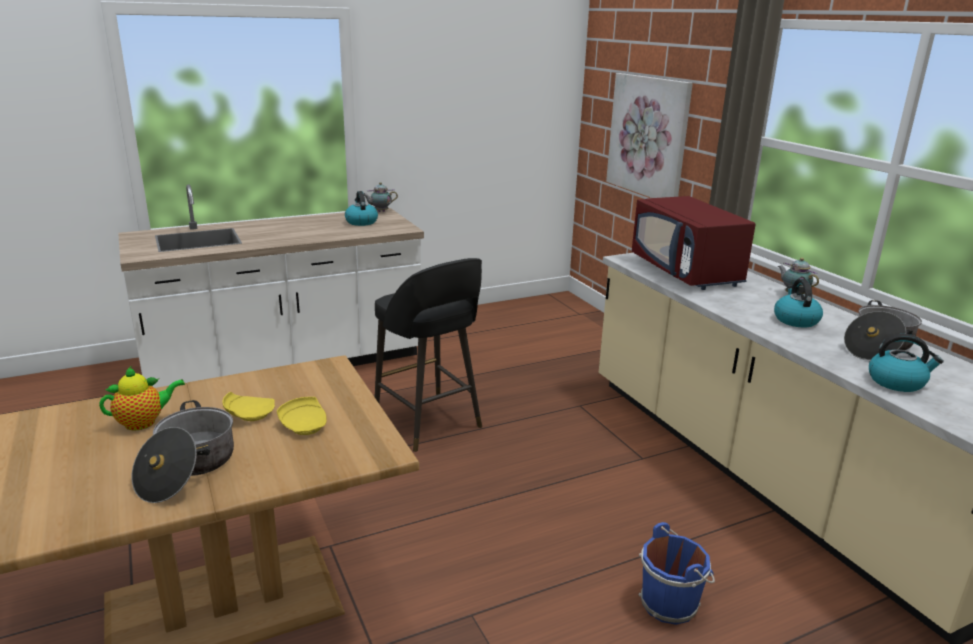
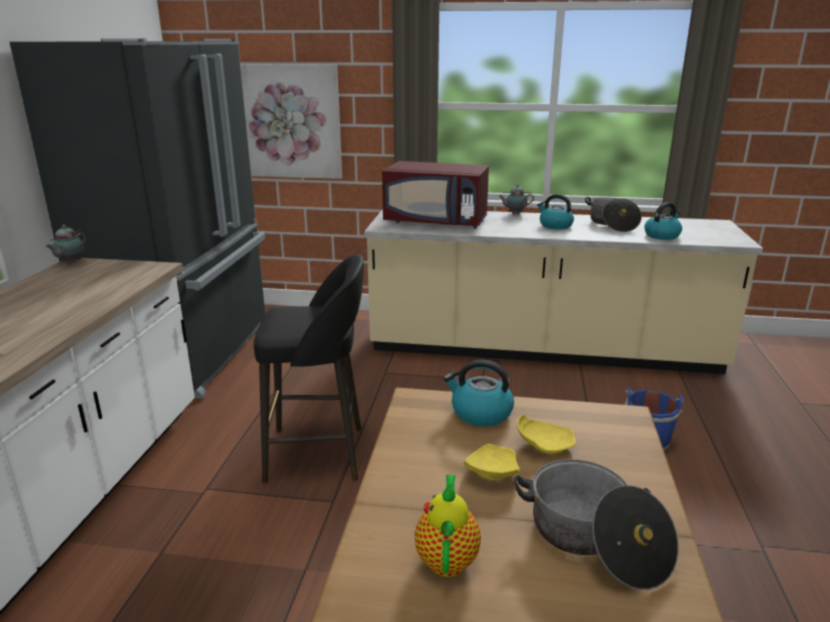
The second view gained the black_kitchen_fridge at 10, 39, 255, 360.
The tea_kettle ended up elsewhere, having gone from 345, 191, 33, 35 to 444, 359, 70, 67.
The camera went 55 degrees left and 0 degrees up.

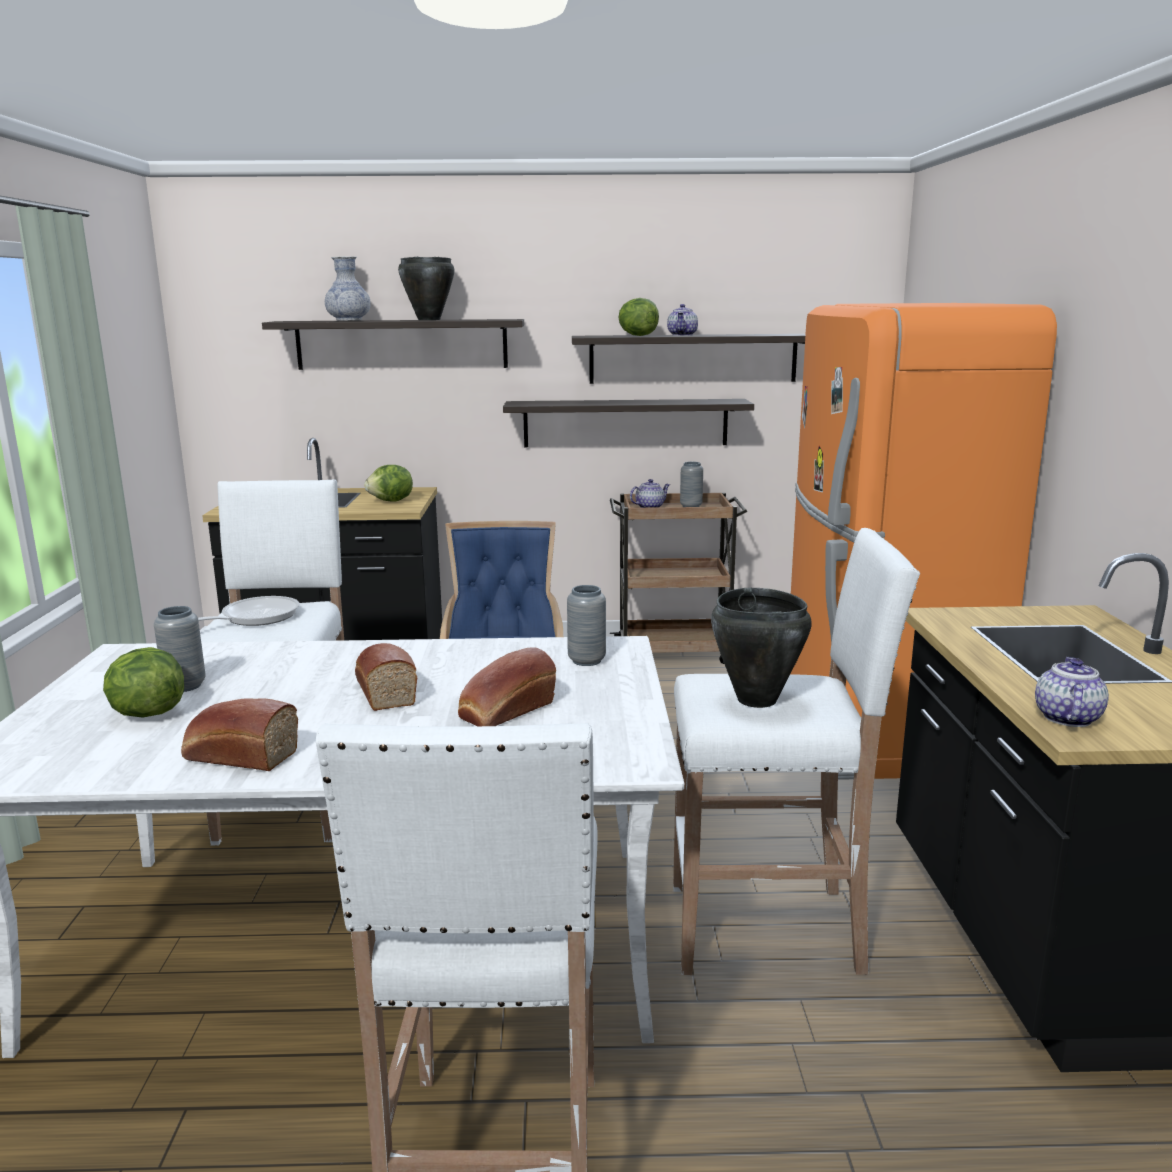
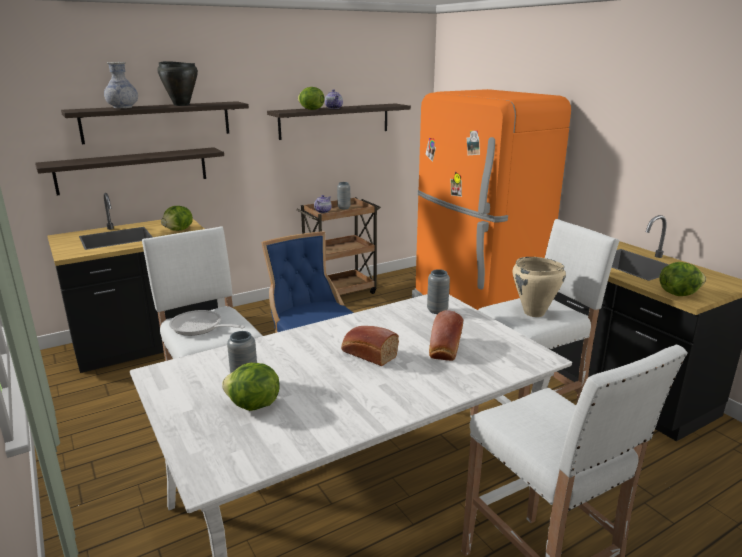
The second view lost the bakery_bread at 181, 698, 117, 73.
The bracket_shelf ended up elsewhere, having gone from 503, 399, 251, 48 to 35, 147, 189, 48.
Where the teapot stood at 1035, 657, 74, 70, the lettuce_head came to stand at 659, 262, 47, 34.
What was the black_stockpot at 711, 588, 101, 120 turned into the beige-coloured_stockpot at 512, 257, 54, 60.
The skillet at 198, 596, 102, 30 ended up facing another way, 75 degrees counterclockwise from before.
The camera went 30 degrees left and 5 degrees up.

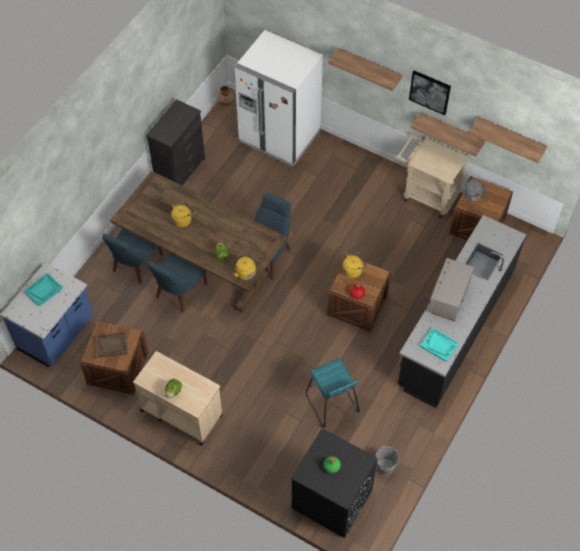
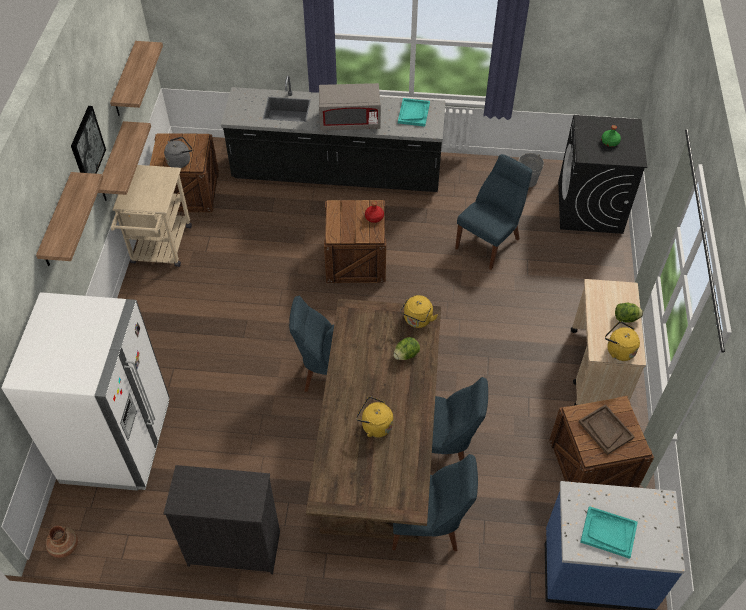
The yellow_tea_kettle ended up elsewhere, having gone from 342, 252, 25, 26 to 605, 321, 35, 40.
Where the turquoise-coloured_stool stood at 306, 358, 54, 70, the bluish_upright_chair came to stand at 455, 154, 77, 116.
The camera went 115 degrees left and 5 degrees down.

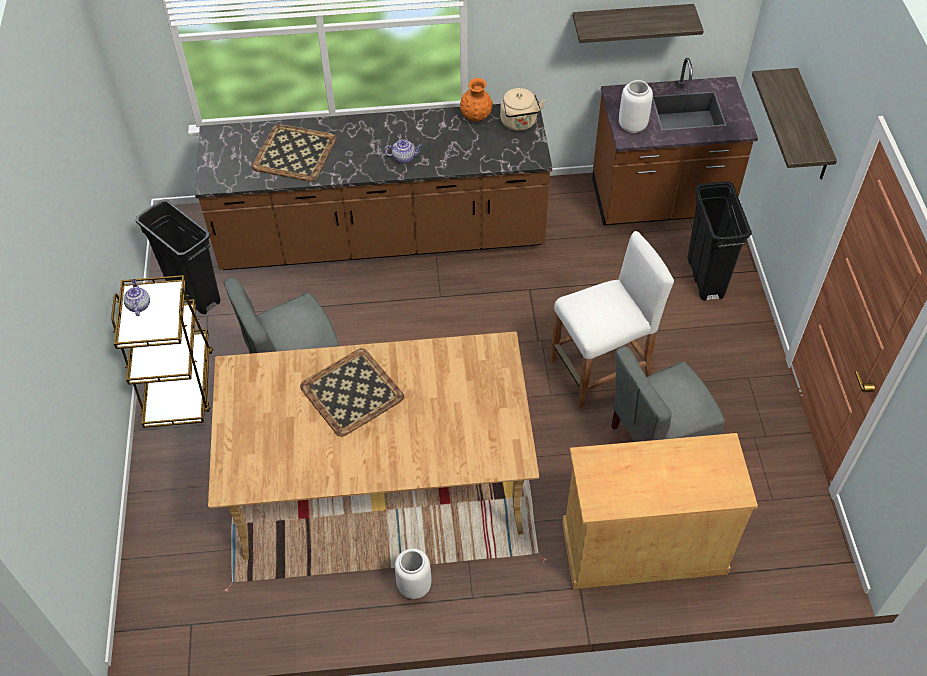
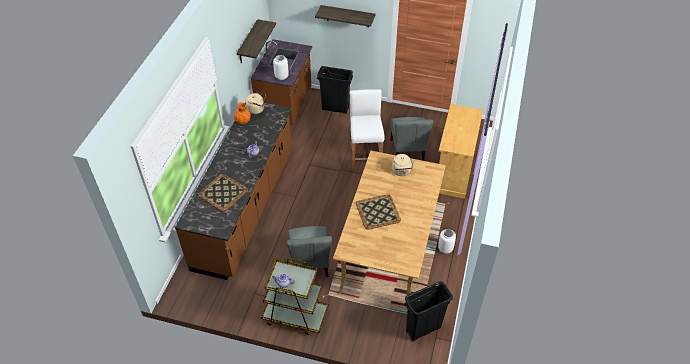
The second view gained the beige-coloured_tea_kettle at 392, 154, 24, 22.
The black_waste_bin ended up elsewhere, having gone from 135, 199, 85, 115 to 404, 281, 49, 60.
The camera went 70 degrees left and 5 degrees down.

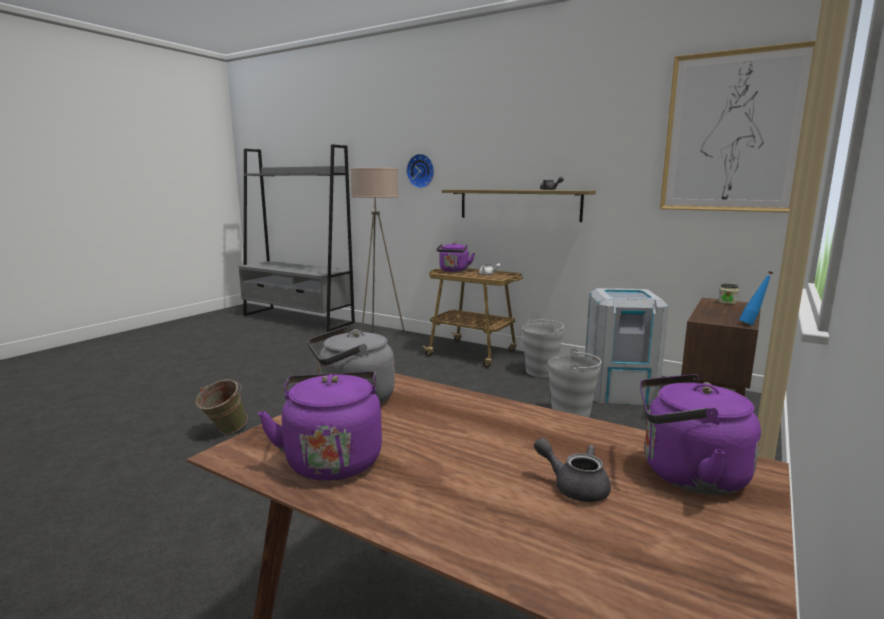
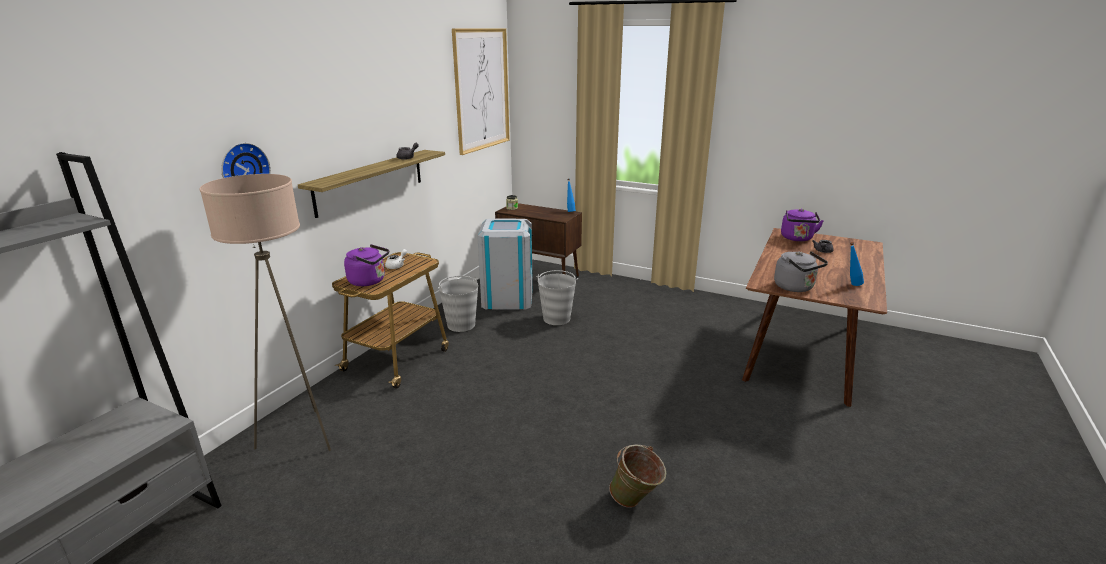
Where the purple_tea_kettle stood at 258, 371, 124, 110, the bluish_drink_bottle came to stand at 850, 242, 14, 44.
The camera went 95 degrees left and 10 degrees up.

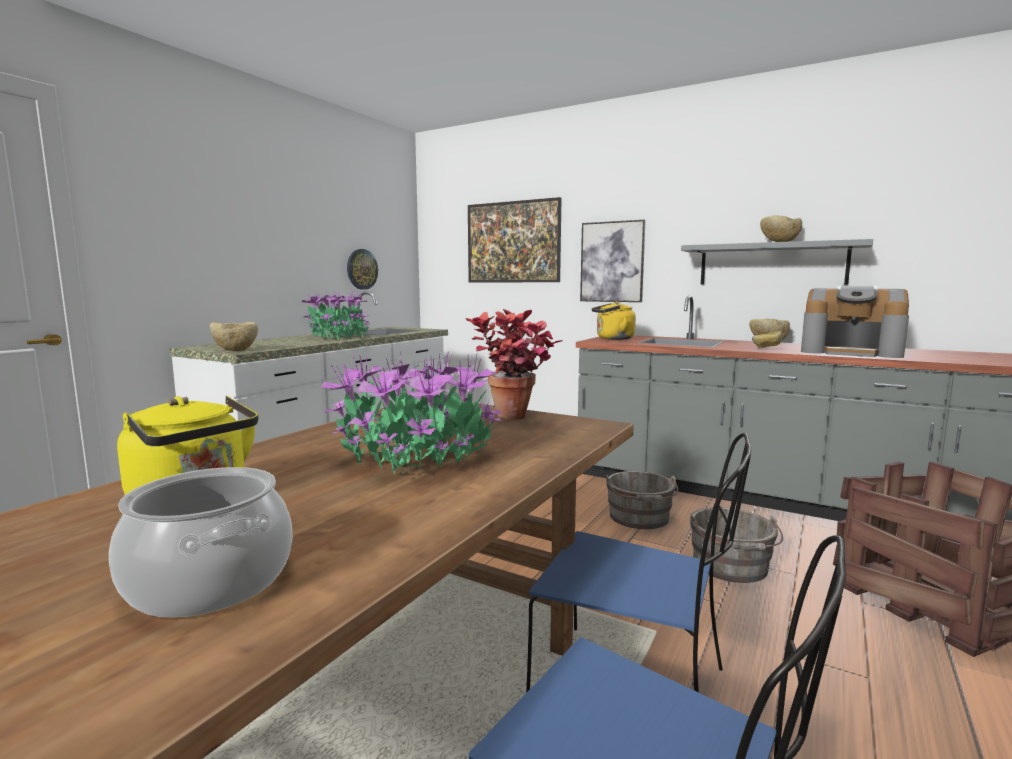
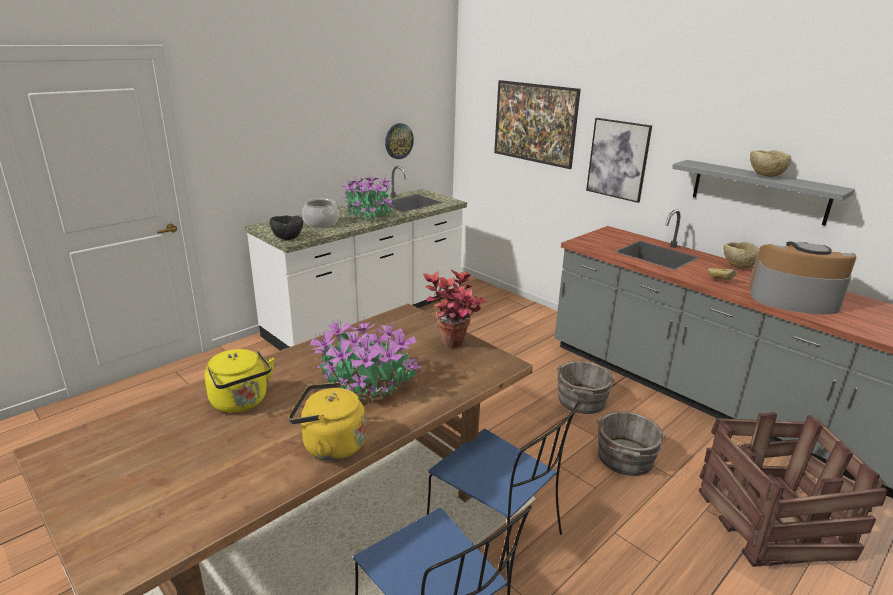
The stockpot ended up elsewhere, having gone from 109, 467, 183, 151 to 302, 198, 37, 30.
The yellow_tea_kettle ended up elsewhere, having gone from 592, 302, 44, 38 to 289, 382, 77, 79.
What was the beige-coloured_bowl at 210, 322, 48, 29 turned into the black_bowl at 270, 215, 33, 25.
The coffee_brewer at 801, 286, 108, 72 ended up facing another way, 150 degrees clockwise from before.
The camera went 15 degrees right and 15 degrees up.

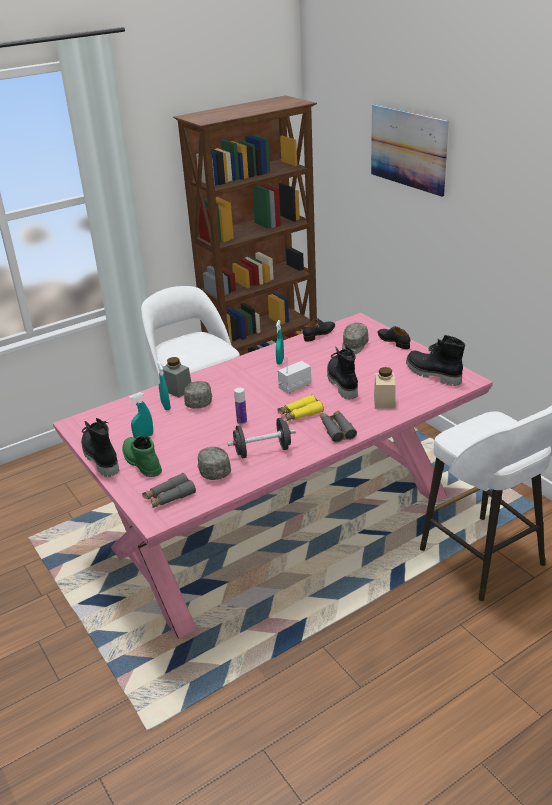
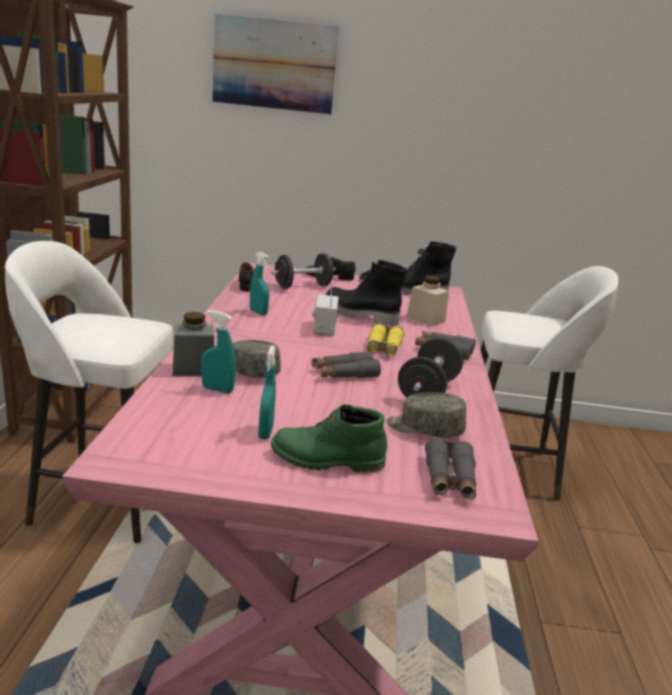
The second view lost the black_tall_boot at 81, 418, 38, 59.
Where the drink_bottle stood at 234, 388, 13, 36, the grey_pair_of_binoculars came to stand at 312, 351, 69, 27.
Where the grey_peaked_cap stood at 342, 323, 27, 31, the black_hand_weight came to stand at 271, 253, 65, 36.
The camera went 55 degrees left and 10 degrees down.

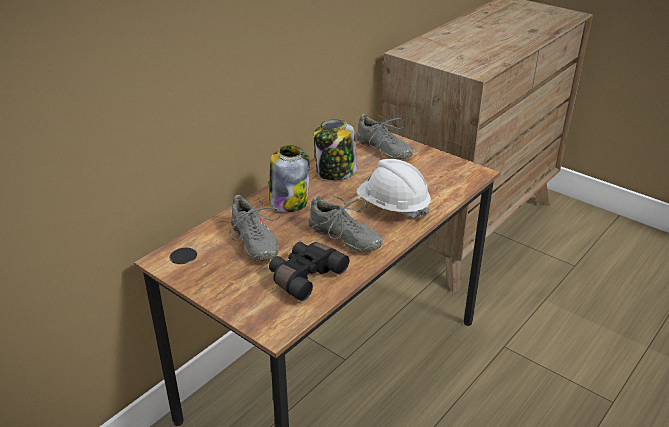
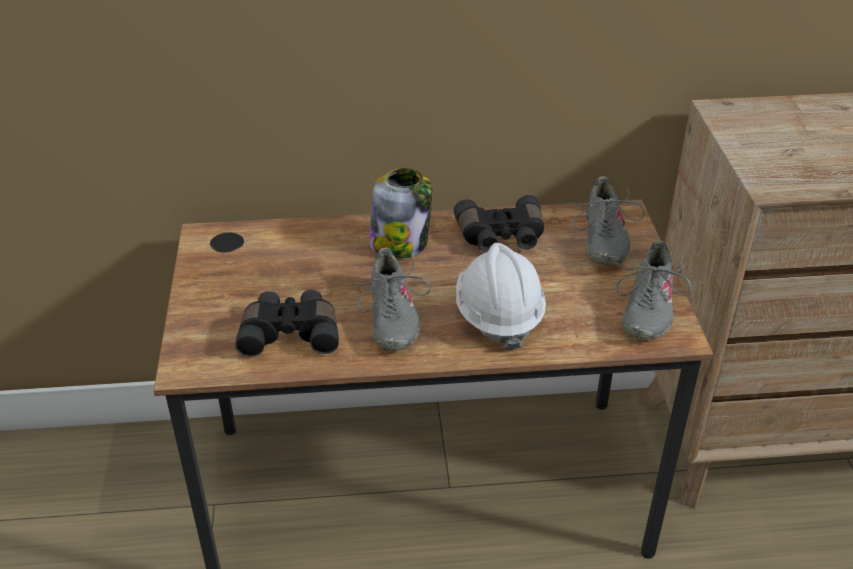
The grey_item_of_footwear ended up elsewhere, having gone from 218, 195, 63, 66 to 615, 241, 77, 99.
Where the preserve_jar stood at 314, 119, 43, 61, the black_pair_of_binoculars came to stand at 454, 195, 90, 58.
The camera went 45 degrees right and 5 degrees up.

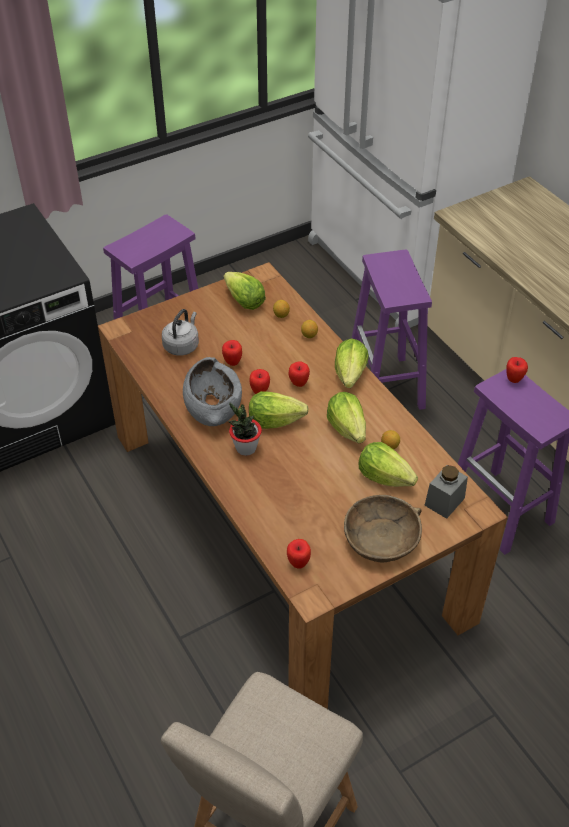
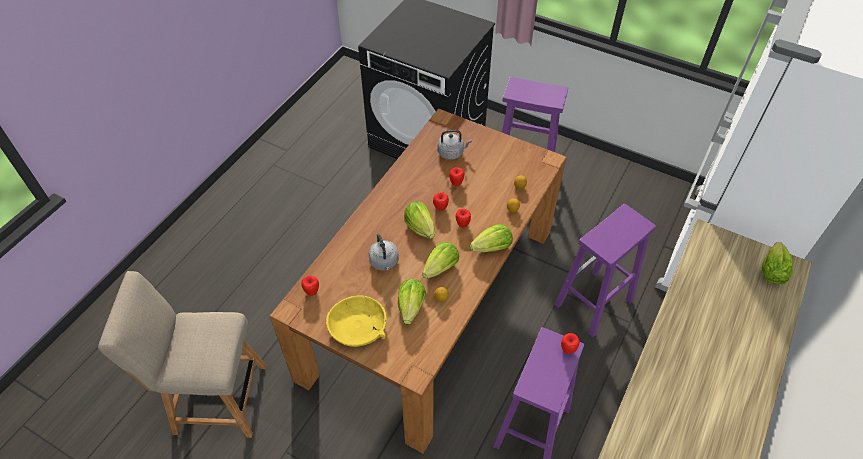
The second view lost the grey_bowl at 183, 357, 59, 69.
The second view lost the plant_in_a_pot at 228, 403, 34, 53.
The second view lost the grey_preserve_jar at 424, 465, 44, 54.
The second view gained the grey_tea_kettle at 369, 234, 30, 37.
The lettuce_head ended up elsewhere, having gone from 224, 272, 42, 38 to 761, 242, 32, 43.
What was the brown-coloured_bowl at 344, 495, 78, 68 turned into the yellow_bowl at 326, 295, 61, 52.
The camera went 60 degrees right and 5 degrees up.

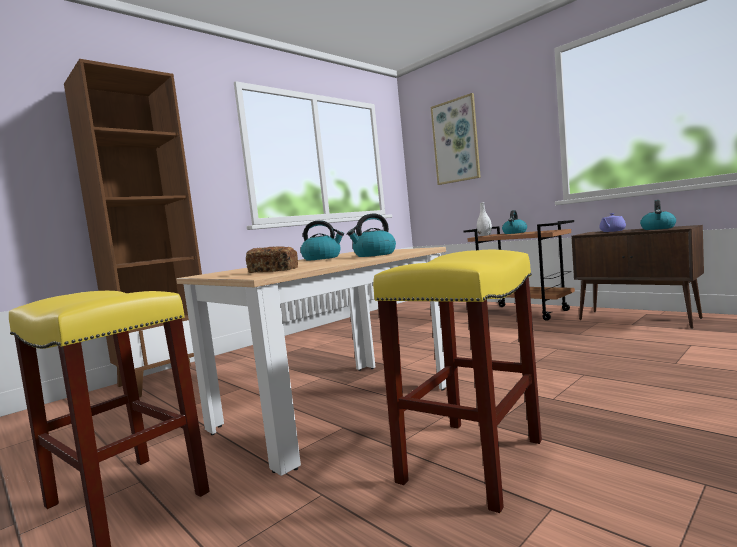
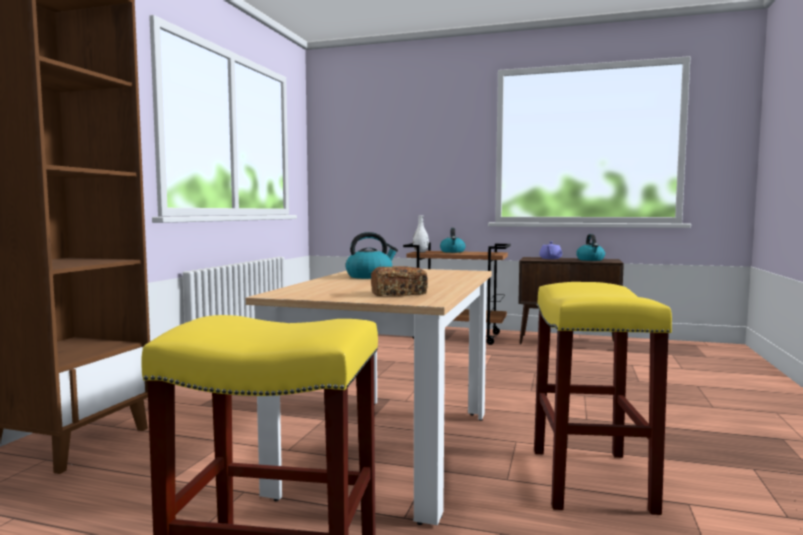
The second view lost the tea_kettle at 347, 214, 49, 43.
The second view lost the picture at 431, 93, 50, 92.
The camera went 30 degrees left and 0 degrees up.

